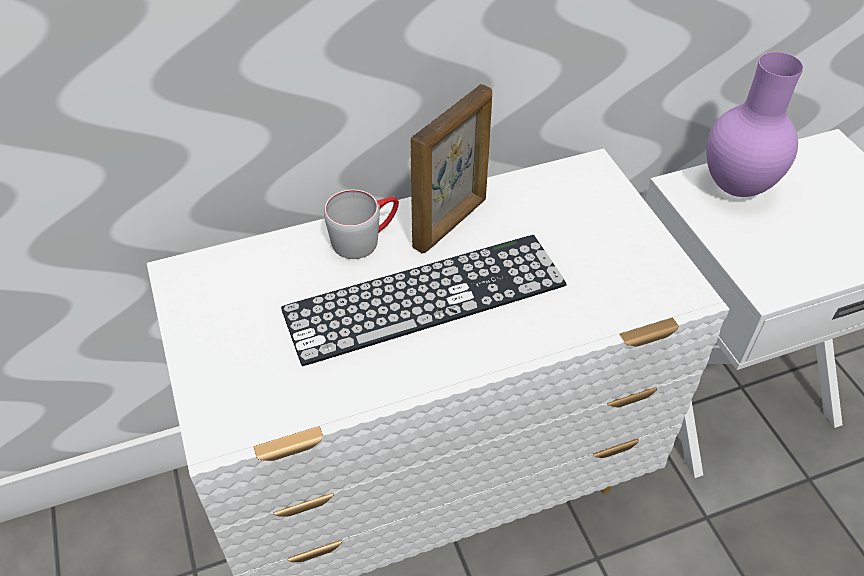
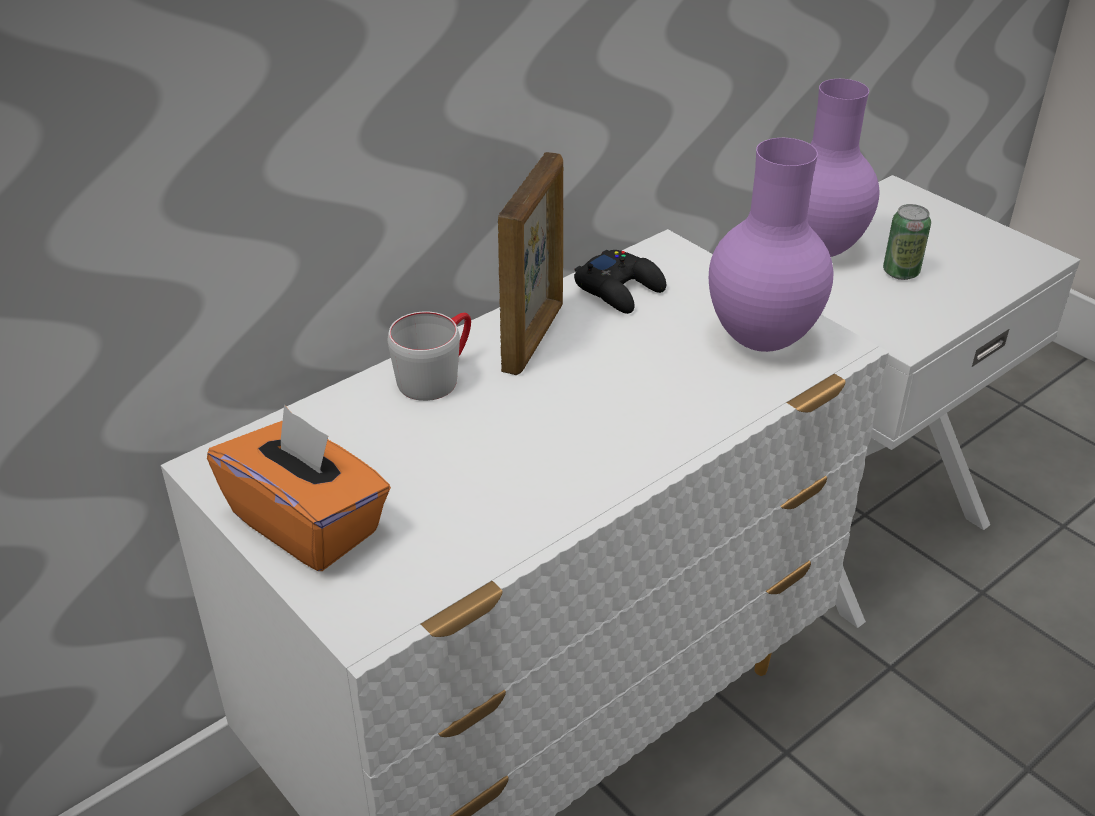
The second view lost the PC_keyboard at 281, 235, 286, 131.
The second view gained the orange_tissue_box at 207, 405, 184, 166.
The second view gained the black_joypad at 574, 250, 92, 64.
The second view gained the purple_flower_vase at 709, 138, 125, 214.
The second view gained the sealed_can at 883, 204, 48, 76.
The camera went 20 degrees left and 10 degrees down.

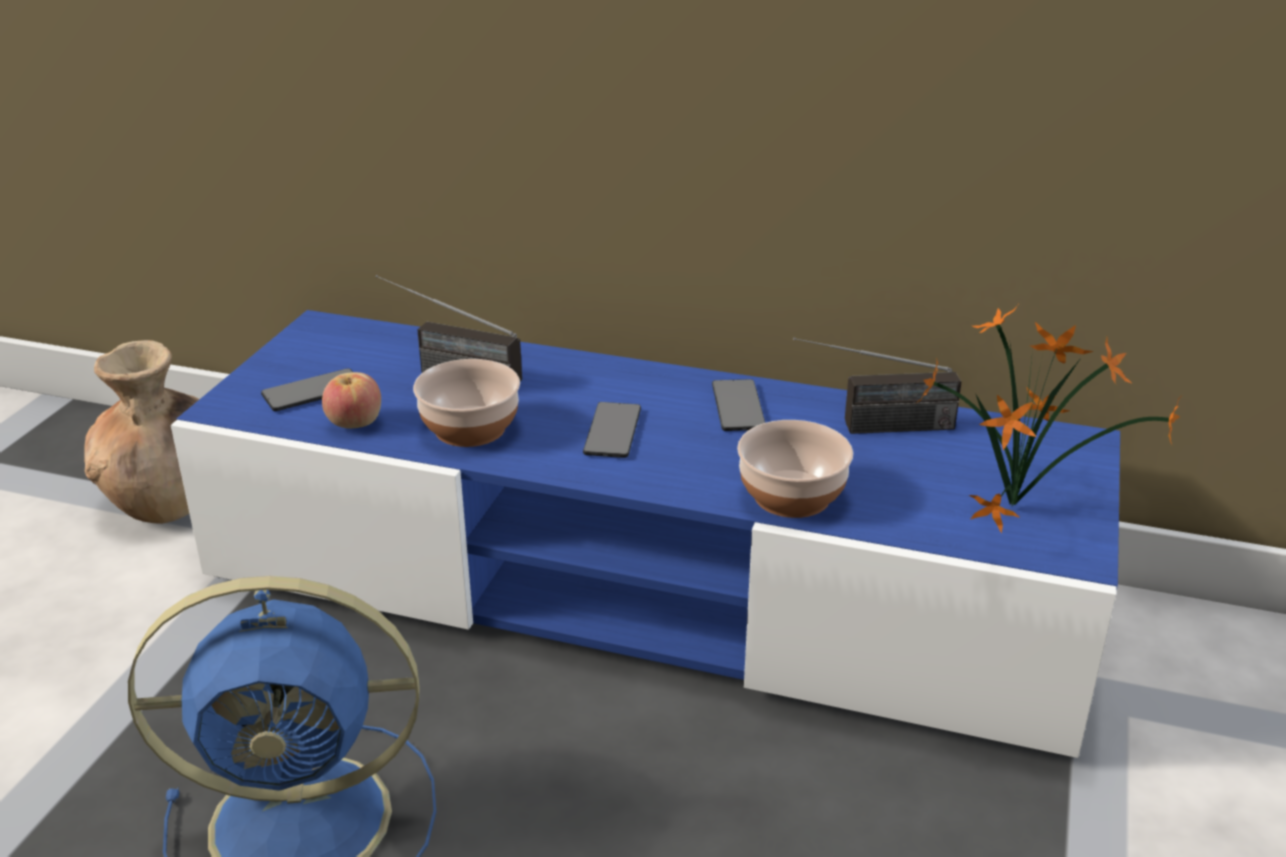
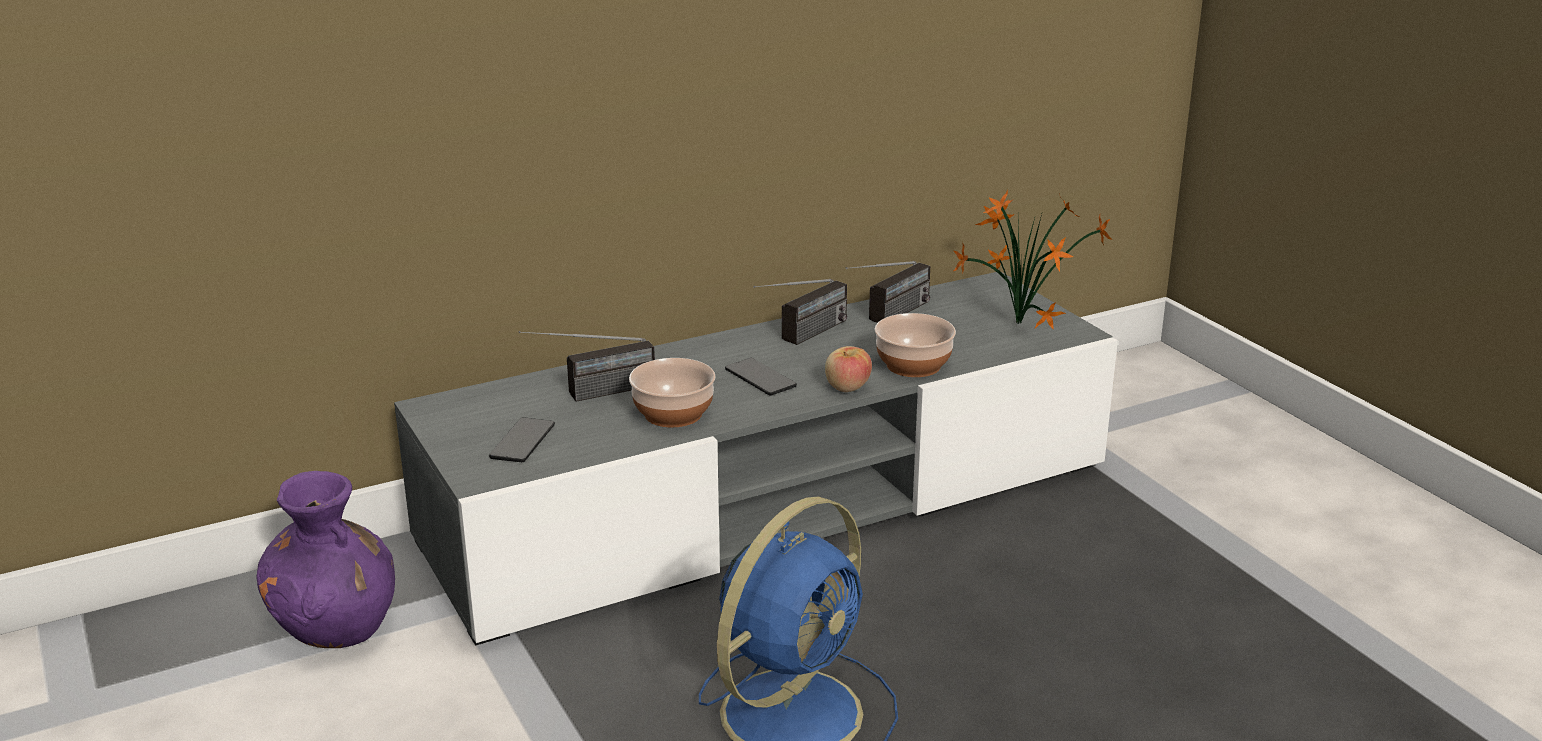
The apple ended up elsewhere, having gone from 322, 372, 59, 57 to 825, 346, 47, 46.
Where the phone stood at 712, 379, 53, 52, the radio came to stand at 753, 279, 94, 66.
What was the brown-coloured_flower_vase at 84, 340, 115, 184 turned into the purple_flower_vase at 256, 471, 139, 177.
What was the bluish_tv_unit at 171, 310, 949, 448 turned into the grey_tv_unit at 394, 271, 724, 374.
The camera went 45 degrees left and 5 degrees down.

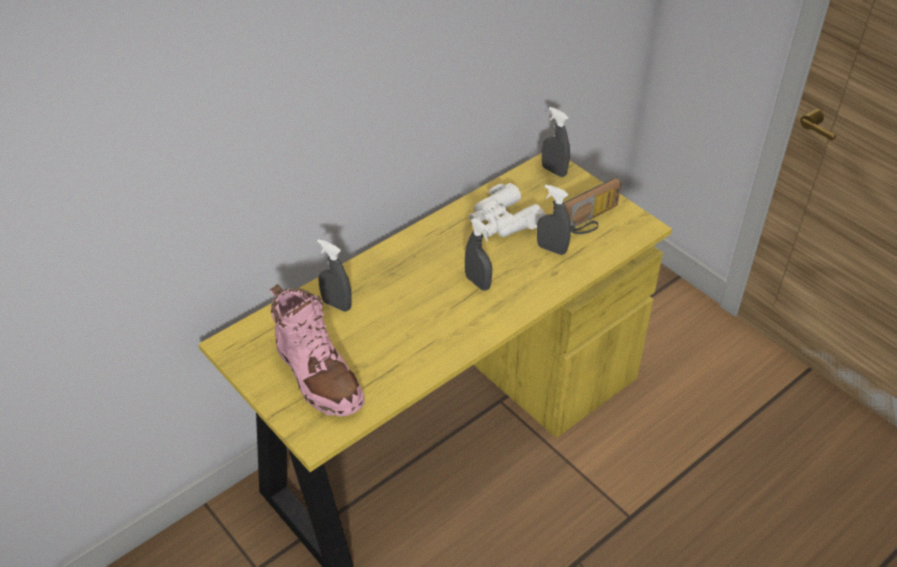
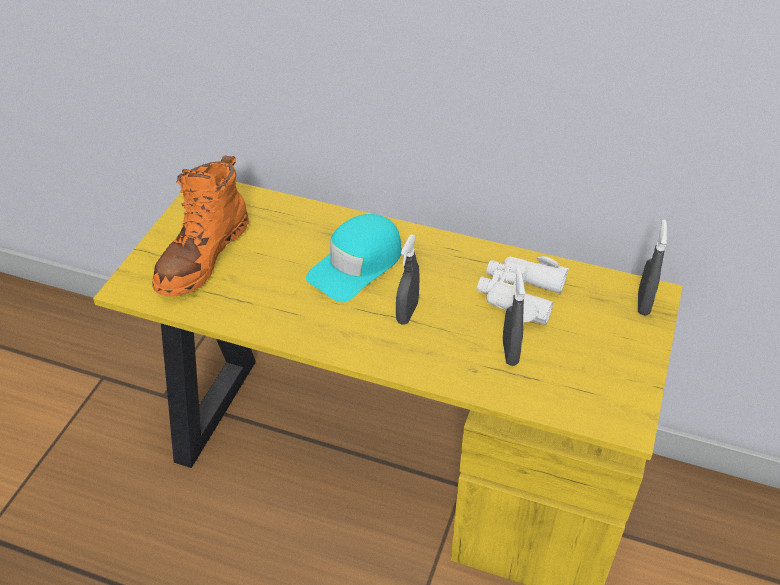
The second view lost the grey_spray_bottle at 317, 239, 35, 73.
The second view lost the radio at 564, 178, 57, 56.
The second view gained the turquoise-coloured_peaked_cap at 306, 214, 96, 88.
What was the pink_tall_boot at 270, 284, 95, 133 turned into the orange_tall_boot at 152, 156, 97, 141.
The camera went 60 degrees right and 0 degrees up.

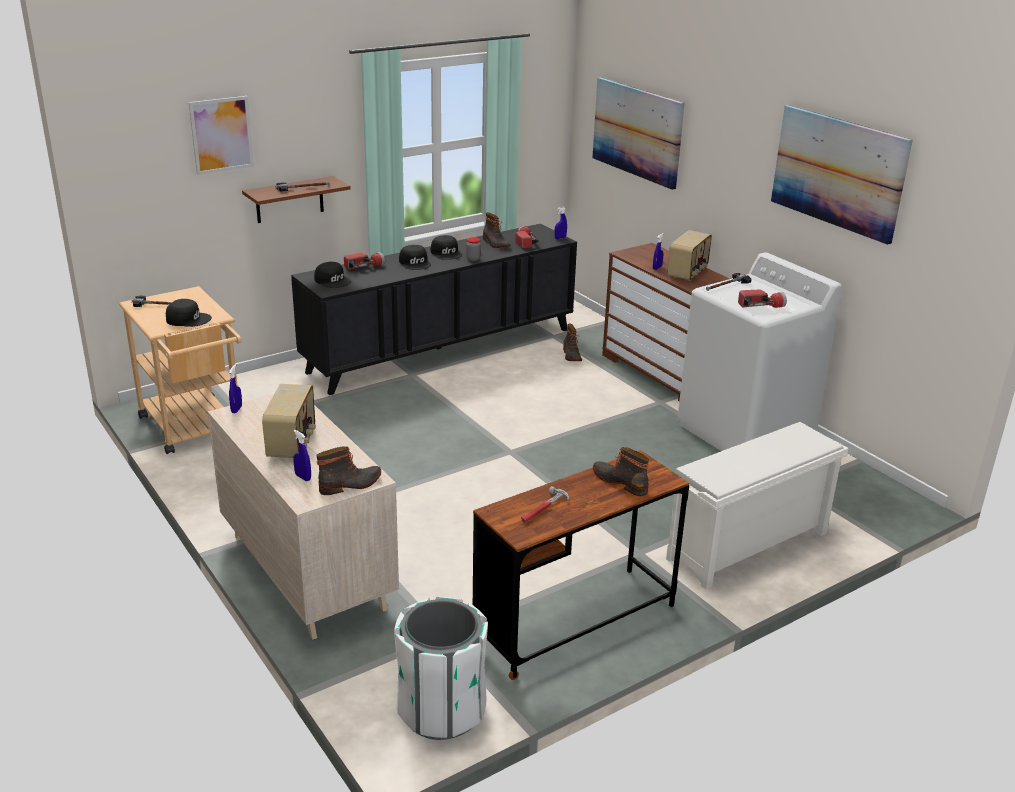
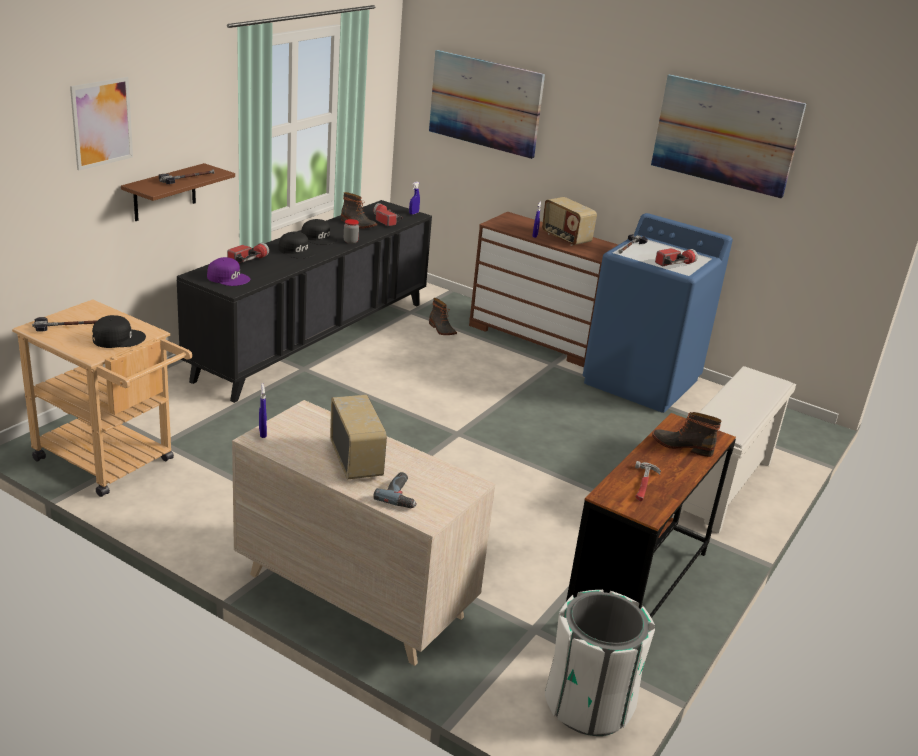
The second view lost the tall_boot at 316, 446, 65, 49.
Where the bluish_spray_bottle stood at 293, 430, 18, 51, the power_drill came to stand at 373, 472, 44, 36.
What was the black_peaked_cap at 314, 262, 37, 26 turned into the purple_peaked_cap at 207, 257, 43, 29.
What was the whitish_laundry_appliance at 678, 252, 164, 199 turned into the bluish_laundry_appliance at 583, 213, 150, 200.
The radio at 667, 230, 45, 51 ended up facing another way, 135 degrees clockwise from before.
The camera went 25 degrees left and 0 degrees up.

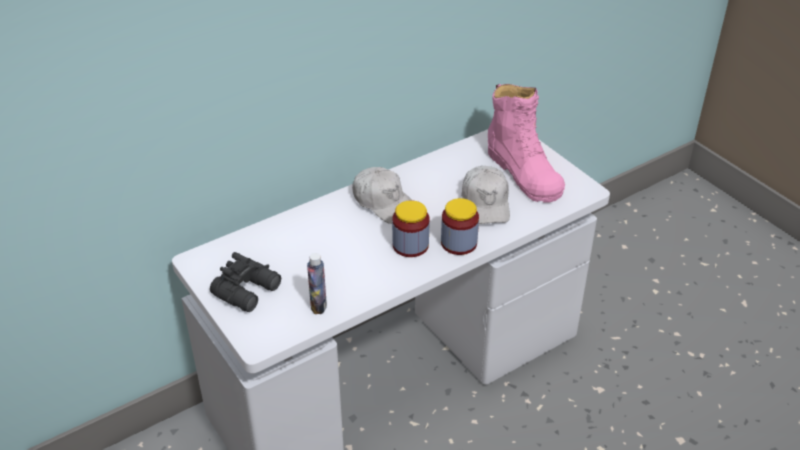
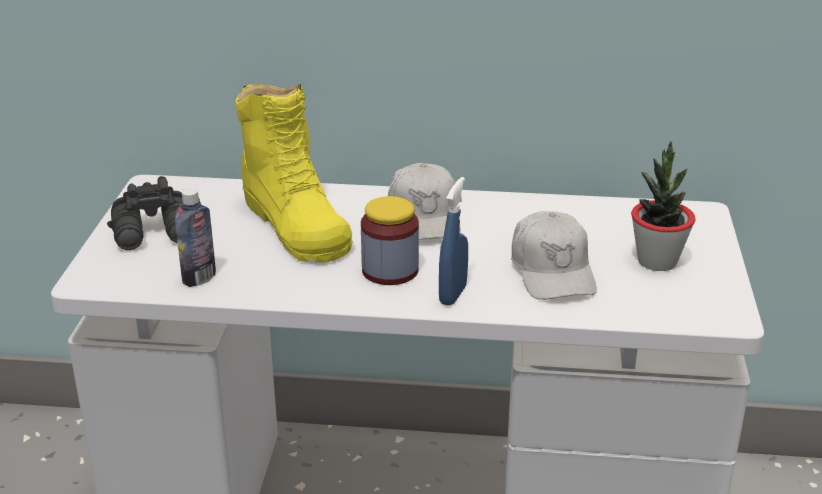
The second view gained the yellow_tall_boot at 235, 84, 118, 178.
Where the preserve_jar stood at 441, 198, 38, 57, the bluish_spray_bottle came to stand at 439, 177, 29, 129.
Where the pink_tall_boot stood at 488, 84, 77, 119, the plant_in_a_pot came to stand at 631, 141, 64, 130.
The whitish_peaked_cap at 461, 166, 49, 58 ended up facing another way, 45 degrees counterclockwise from before.
The camera went 40 degrees right and 10 degrees down.

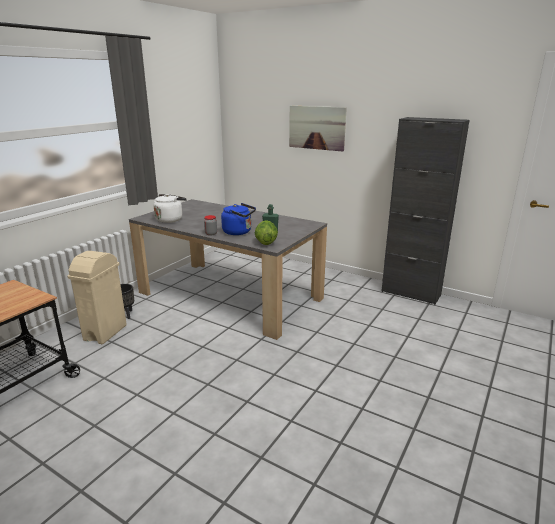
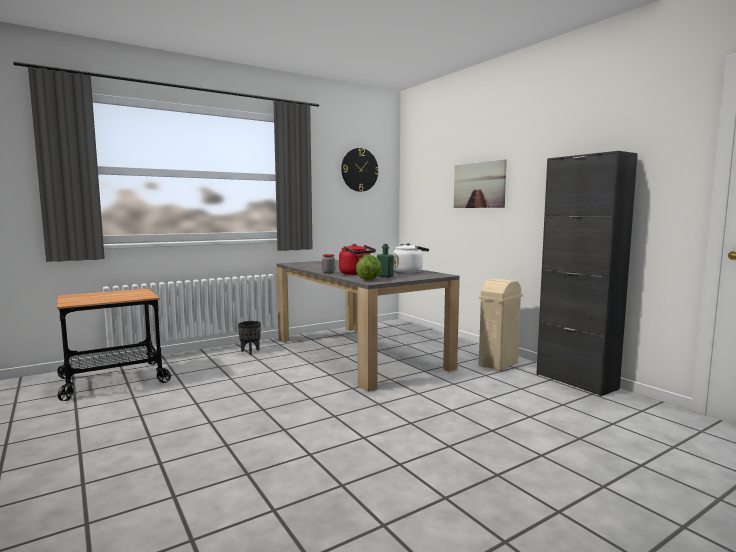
The second view gained the clock_on_the_wall at 341, 148, 38, 44.
The beige-coloured_waste_bin ended up elsewhere, having gone from 68, 251, 59, 93 to 479, 279, 44, 92.
The whitish_tea_kettle ended up elsewhere, having gone from 154, 194, 33, 29 to 393, 243, 36, 31.
What was the bluish_tea_kettle at 221, 203, 35, 32 turned into the reddish_tea_kettle at 339, 244, 37, 31.
The camera went 25 degrees right and 15 degrees down.

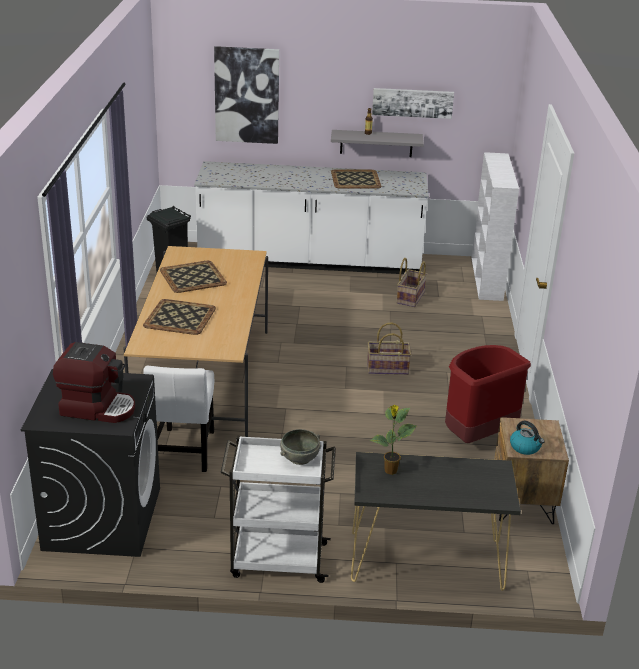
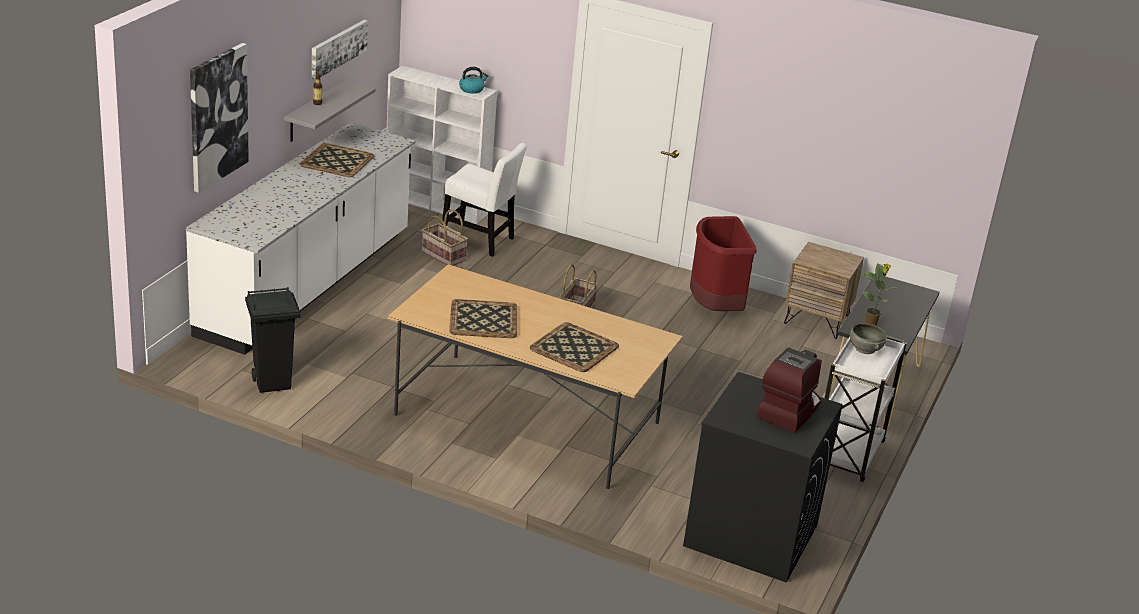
The whitish_upright_chair ended up elsewhere, having gone from 143, 366, 71, 106 to 442, 143, 85, 114.
The tea_kettle ended up elsewhere, having gone from 510, 421, 35, 34 to 459, 67, 29, 27.
The camera went 70 degrees left and 0 degrees up.

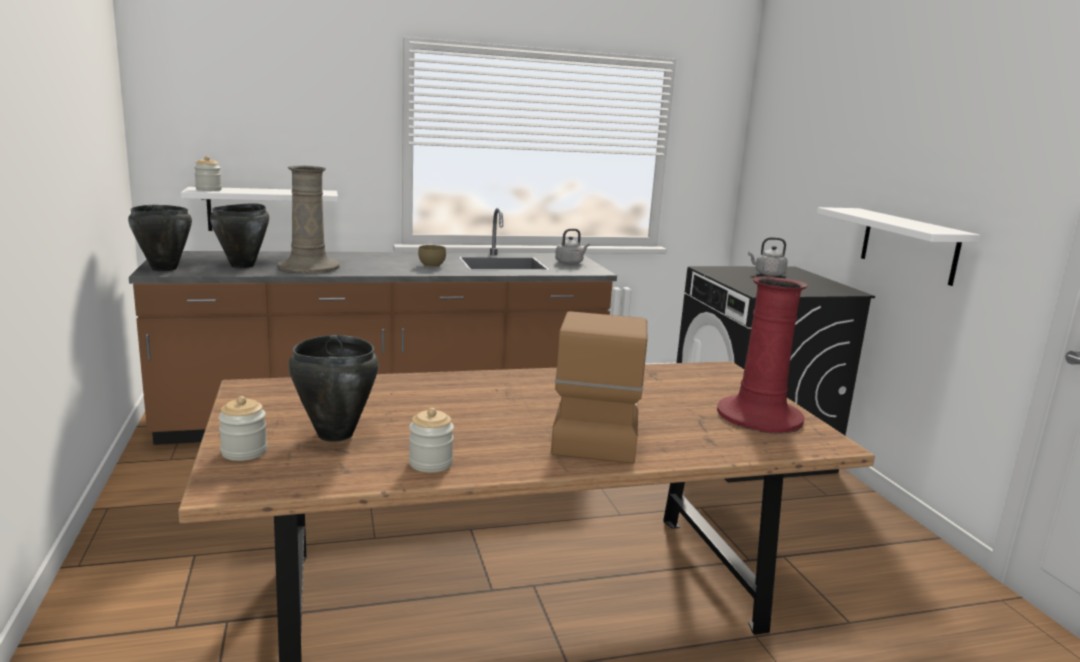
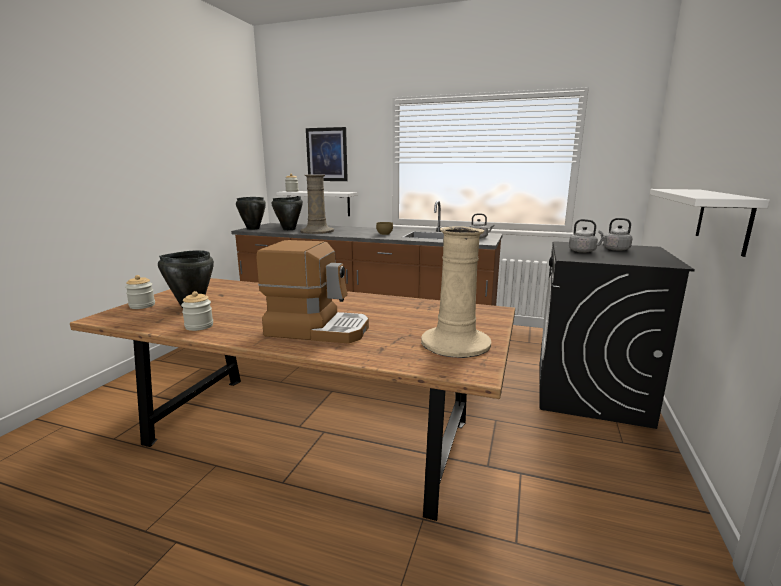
The second view gained the picture at 306, 127, 42, 54.
The second view gained the grey_tea_kettle at 569, 219, 38, 34.
What was the reddish_flower_vase at 717, 276, 91, 158 turned into the beige-coloured_flower_vase at 421, 227, 70, 131.
The coffee_brewer at 551, 311, 96, 153 ended up facing another way, 60 degrees clockwise from before.
The camera went 35 degrees right and 0 degrees up.

